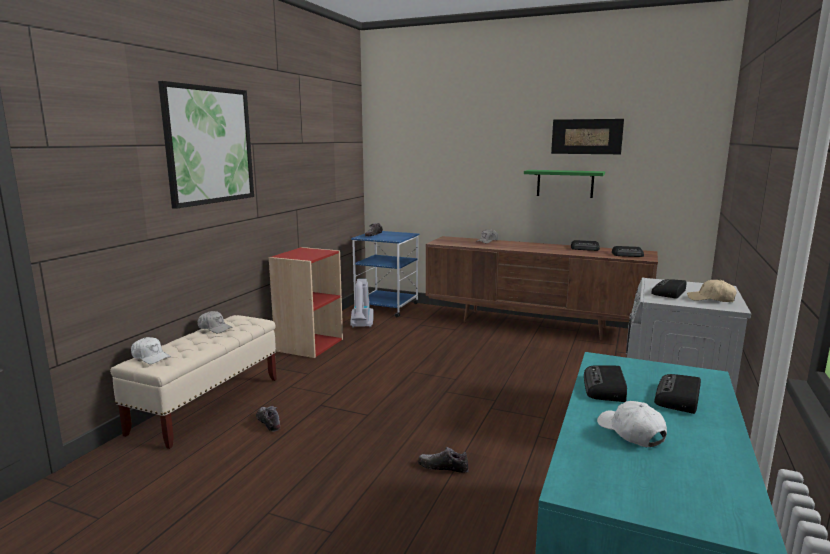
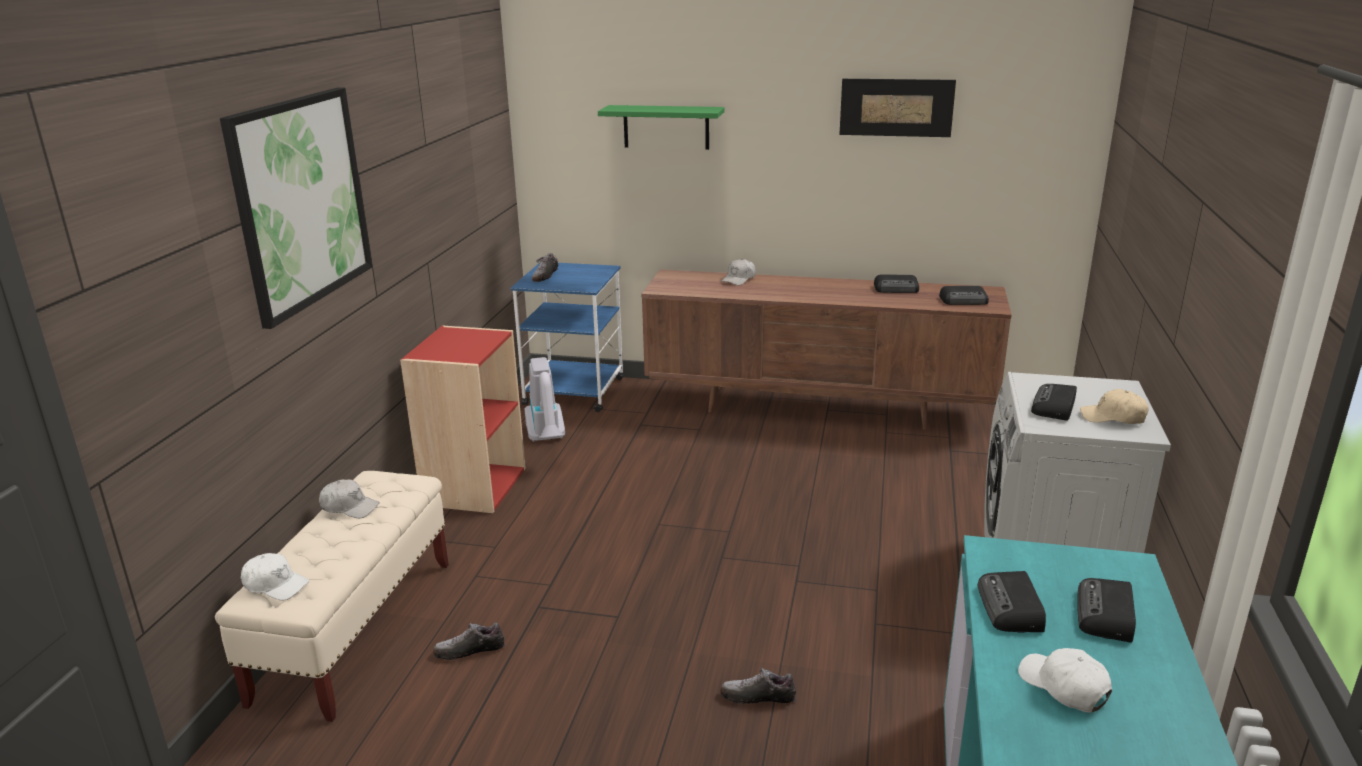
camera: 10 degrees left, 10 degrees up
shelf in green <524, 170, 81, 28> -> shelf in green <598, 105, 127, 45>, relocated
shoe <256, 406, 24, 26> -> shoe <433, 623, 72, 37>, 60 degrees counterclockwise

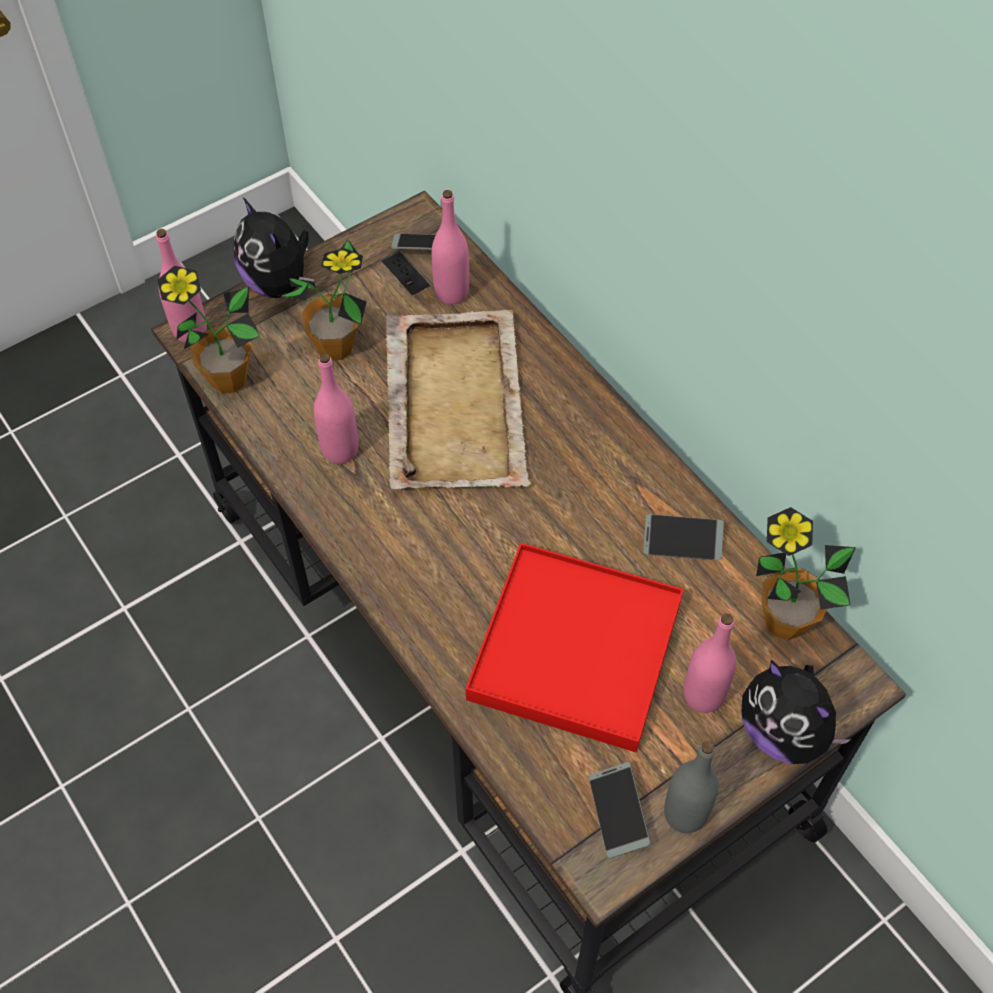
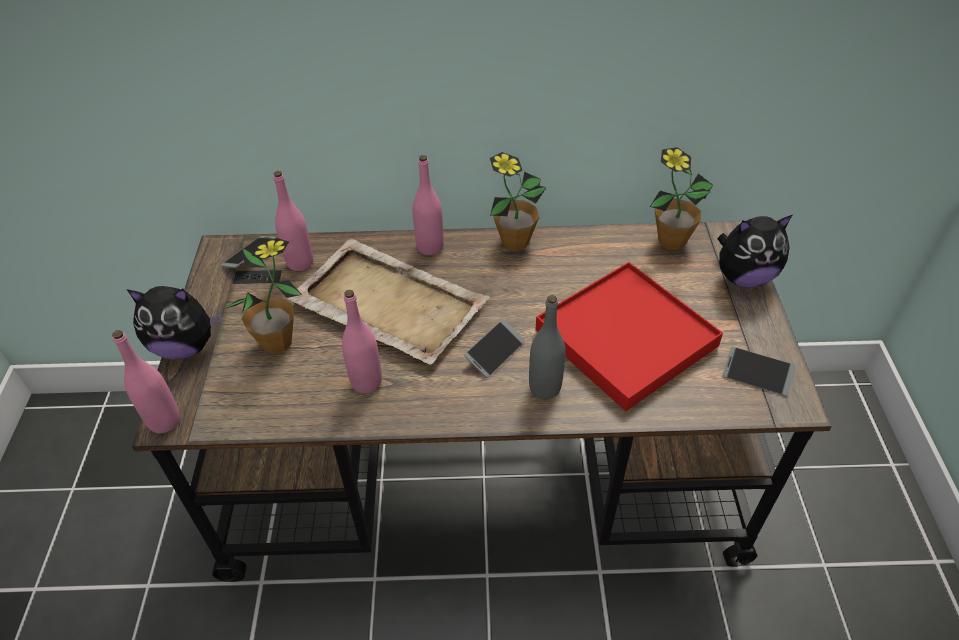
camera: 55 degrees left, 10 degrees down
potted plant <157, 265, 103, 128> -> potted plant <490, 152, 57, 99>, relocated
phone <643, 514, 81, 46> -> phone <464, 319, 61, 59>, relocated
bottle in pink <684, 613, 52, 100> -> bottle in pink <413, 155, 31, 100>, relocated
bottle in grey <664, 741, 55, 92> -> bottle in grey <529, 295, 37, 104>, relocated

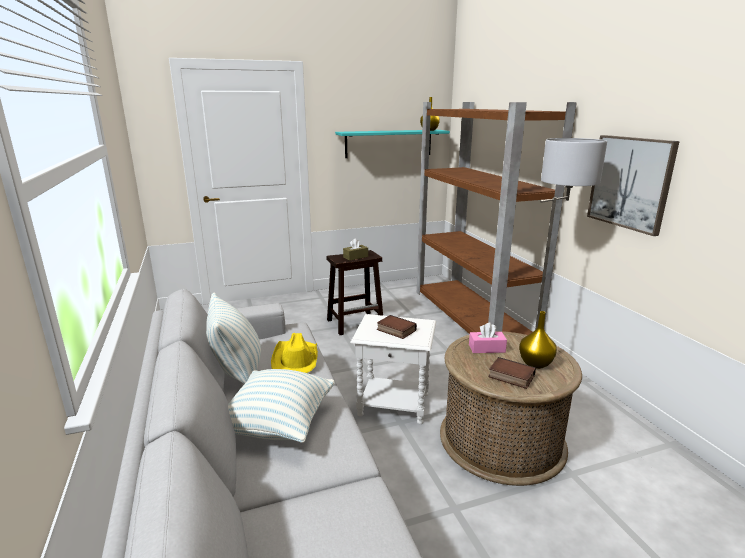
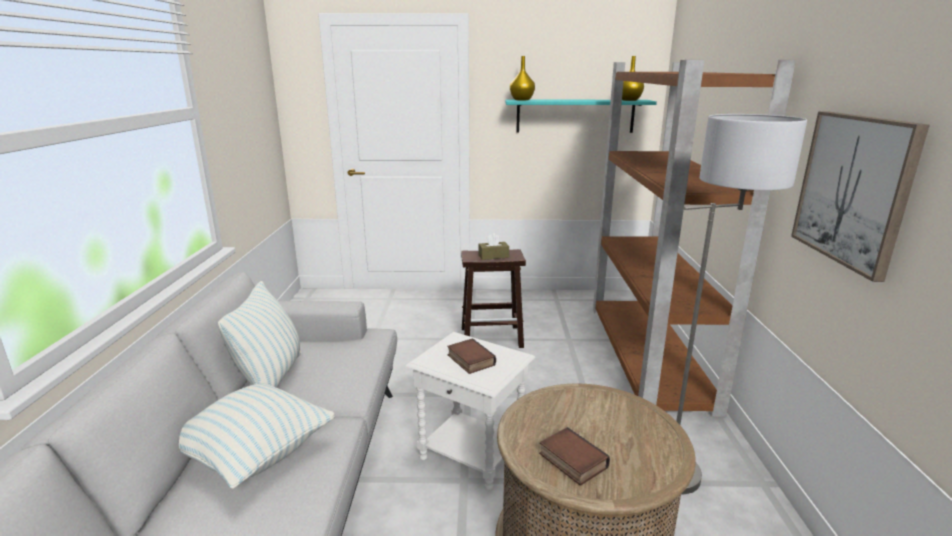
camera: 20 degrees right, 0 degrees up
vase in yellow <519, 311, 38, 58> -> vase in yellow <510, 56, 25, 44>, relocated
tissue box in pink <469, 323, 38, 30> -> none
hat in yellow <271, 333, 47, 40> -> none

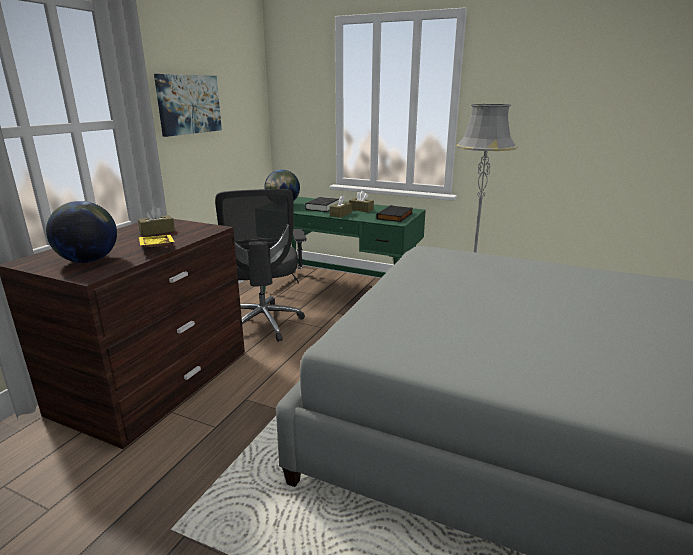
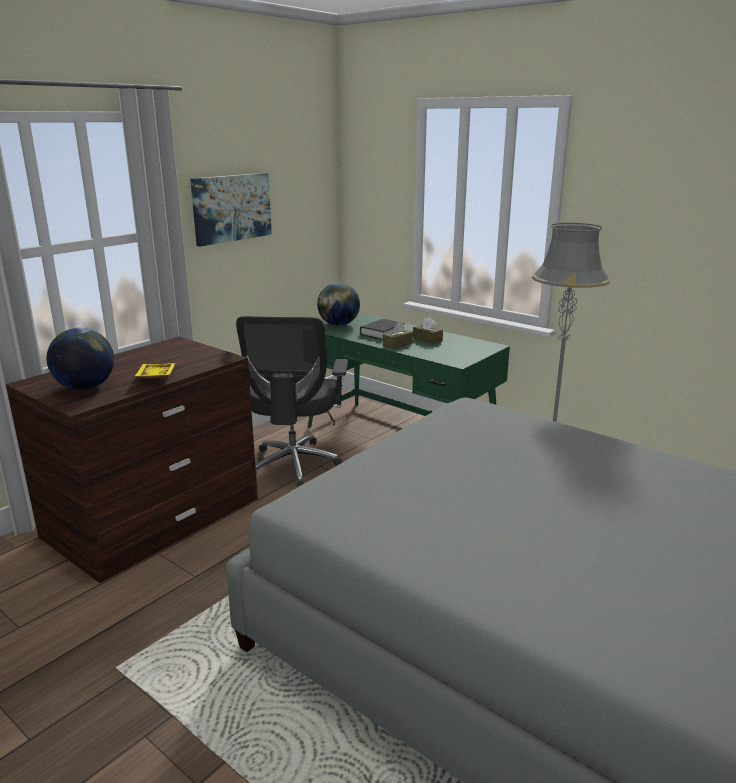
camera: 15 degrees right, 0 degrees up
book in black <376, 205, 37, 17> -> none
tissue box in brown <138, 206, 37, 30> -> none

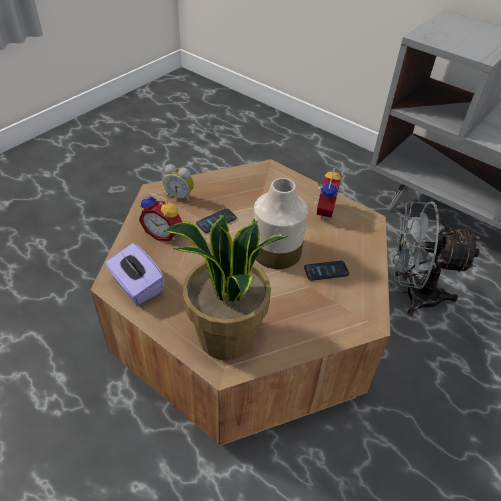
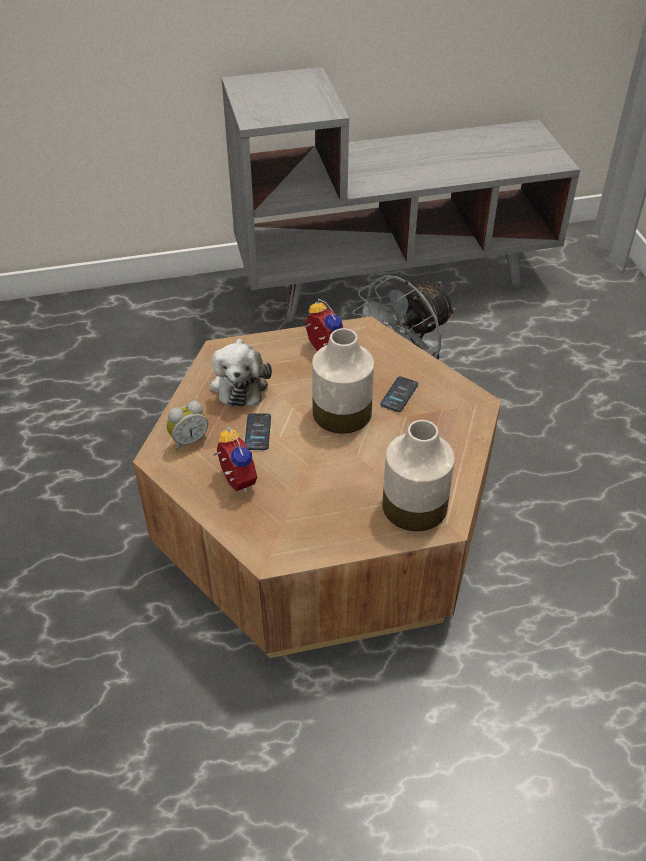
camera: 50 degrees left, 0 degrees up
alarm clock <139, 194, 43, 47> -> alarm clock <213, 427, 44, 65>, 90 degrees counterclockwise
potted plant <163, 215, 125, 145> -> vase in beige <382, 420, 73, 111>
tissue box in purple <105, 243, 59, 62> -> none
none -> plush toy <210, 338, 62, 69>

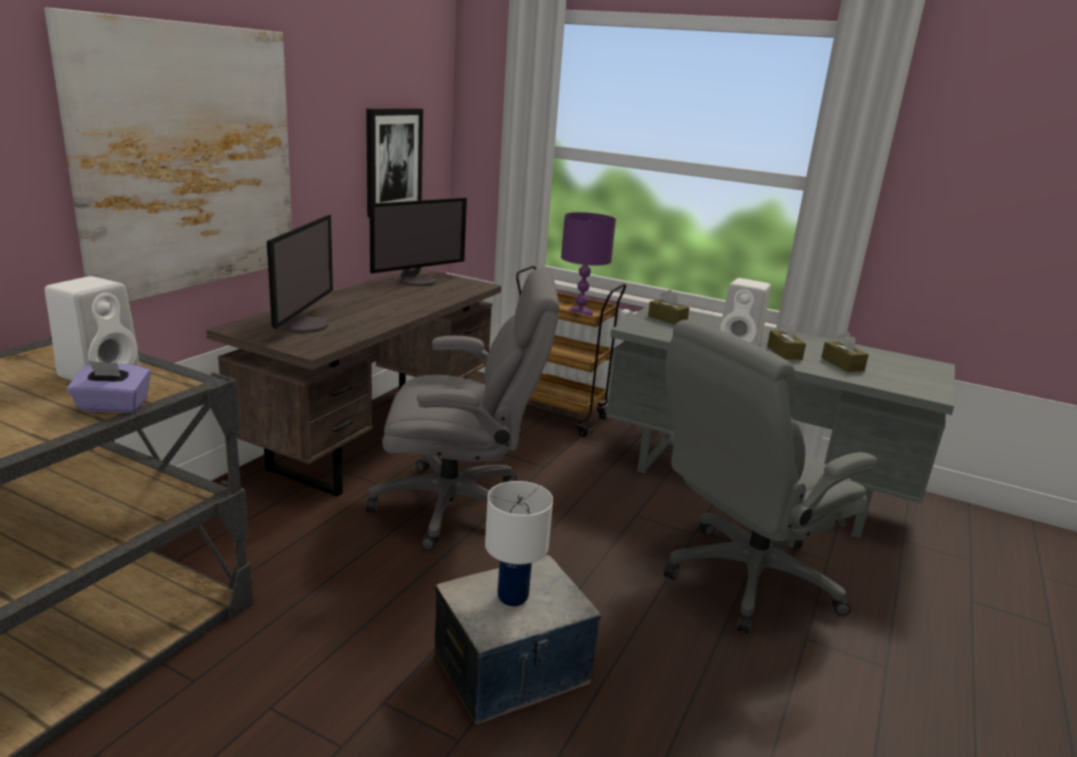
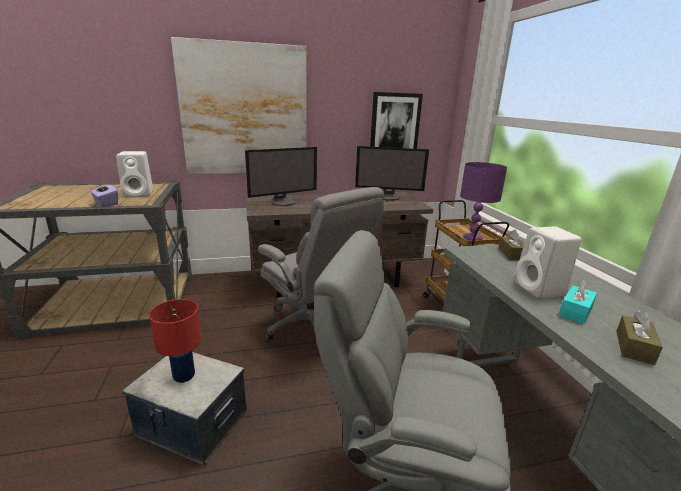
camera: 50 degrees right, 0 degrees up
tissue box in brown <767, 321, 39, 39> -> tissue box in turquoise <559, 279, 38, 45>
table lamp in white <485, 481, 68, 125> -> table lamp in red <149, 299, 53, 84>

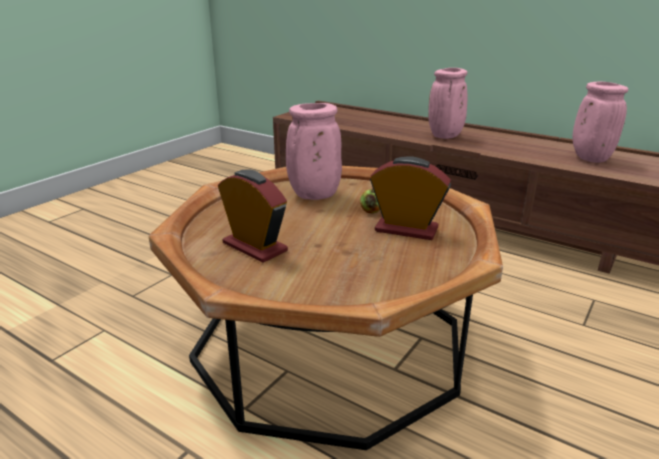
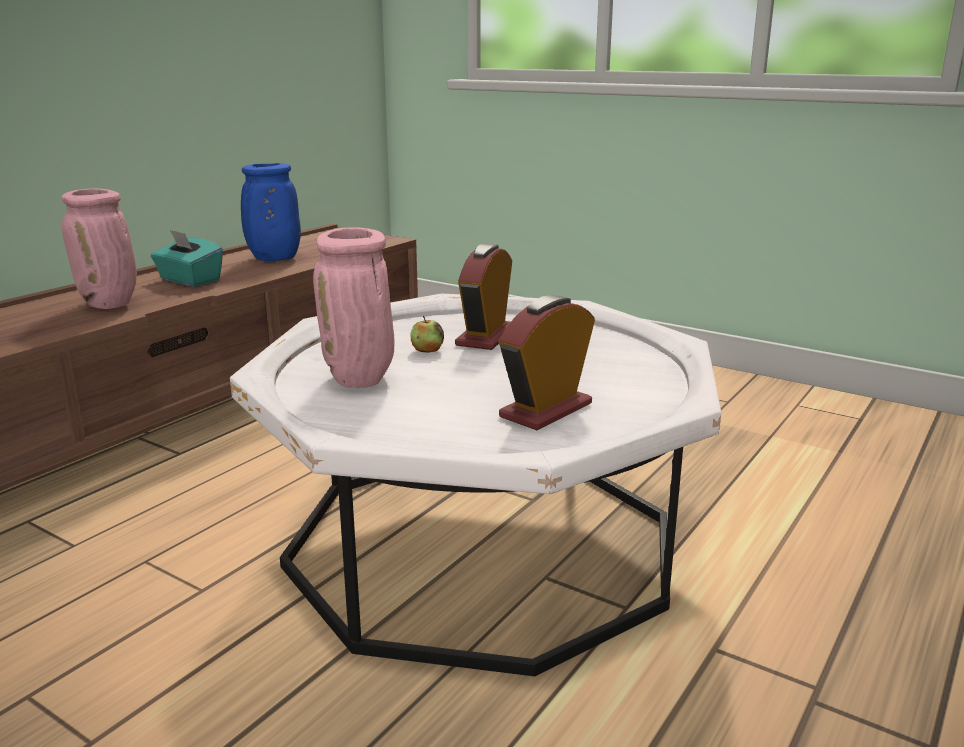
camera: 90 degrees left, 5 degrees down
vase in pink <572, 82, 56, 81> -> vase in blue <241, 163, 60, 98>
coffee table in brown <149, 166, 354, 284> -> coffee table in white <230, 294, 491, 382>
none -> tissue box in turquoise <151, 229, 72, 58>

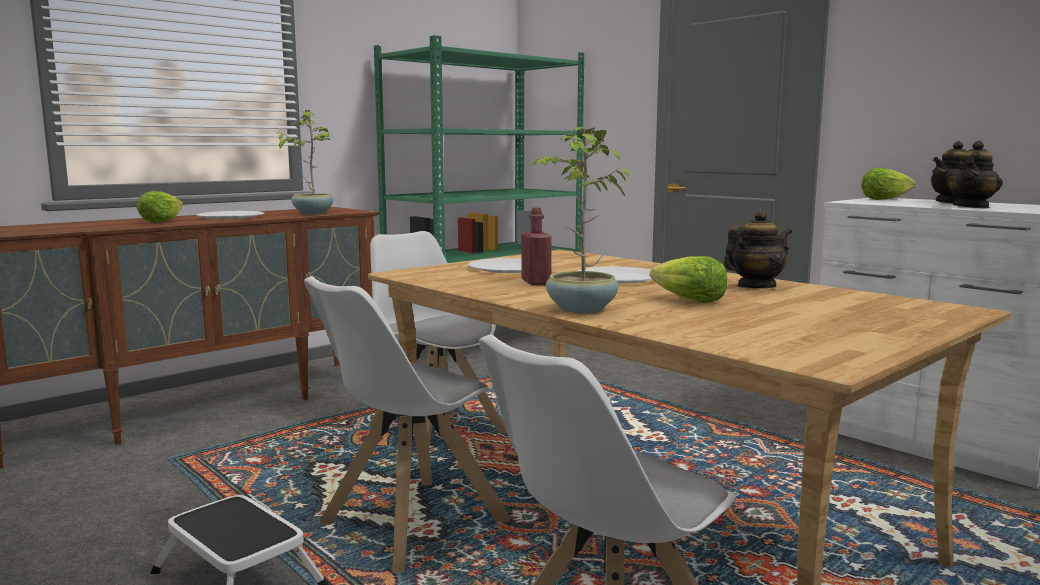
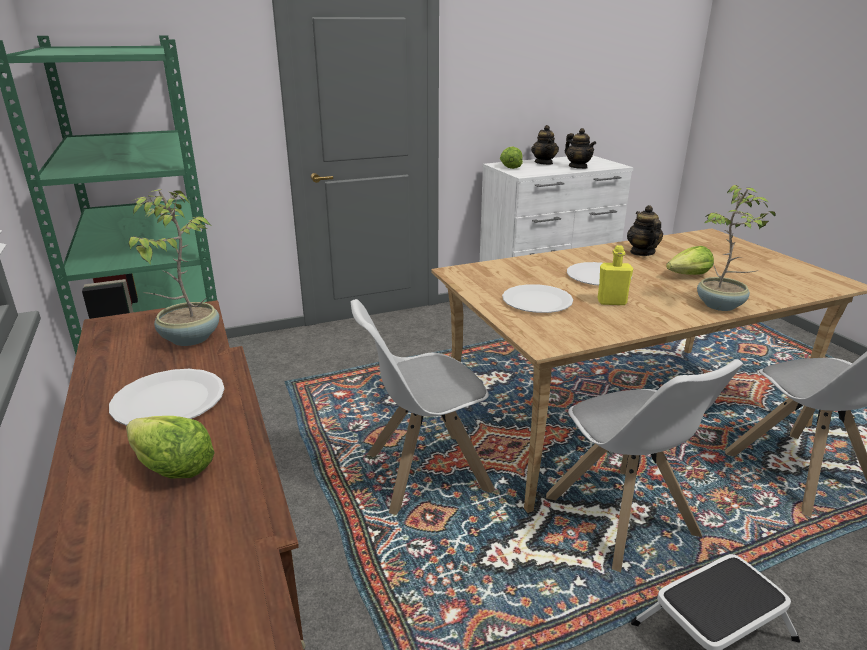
camera: 70 degrees left, 15 degrees up
bottle in red <521, 208, 31, 77> -> bottle in yellow <597, 245, 36, 60>

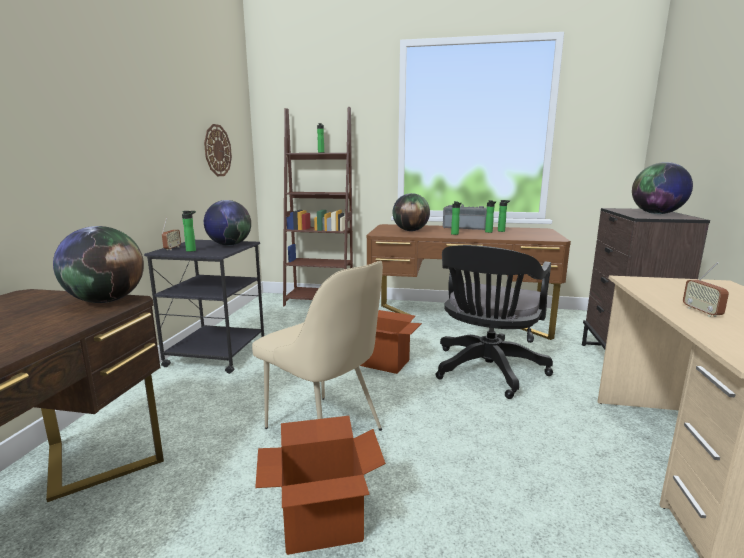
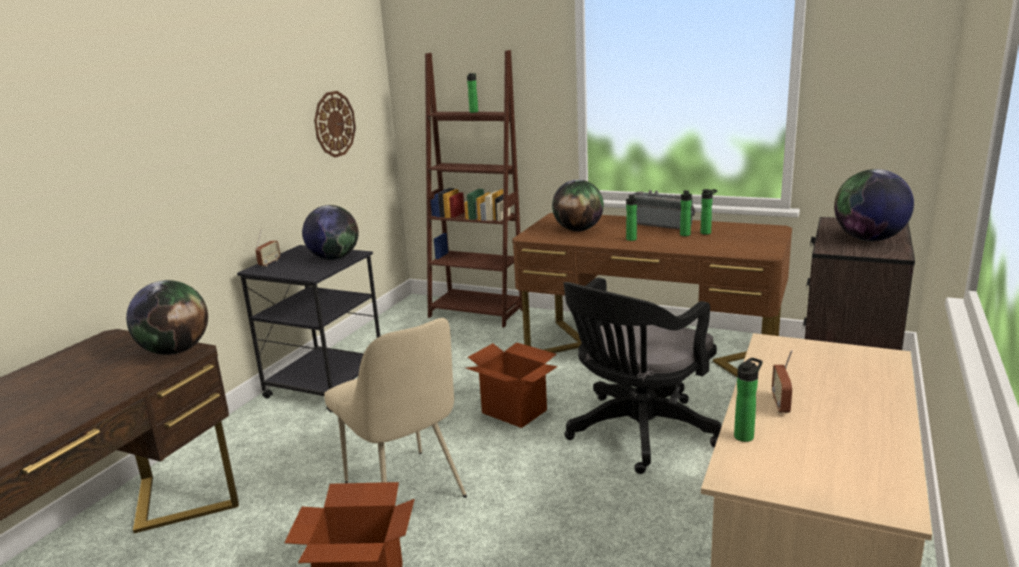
camera: 15 degrees right, 5 degrees up
bottle <182, 211, 14, 41> -> bottle <734, 357, 29, 85>, relocated

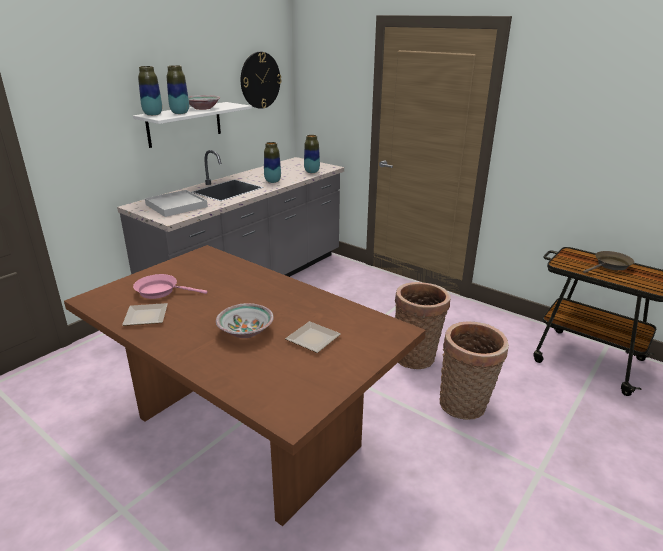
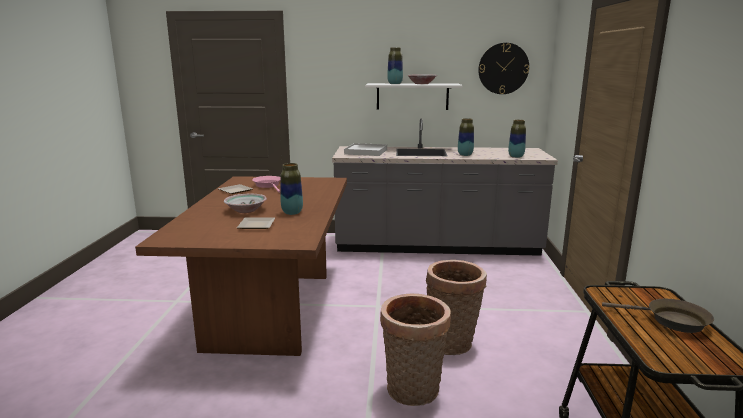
camera: 55 degrees right, 10 degrees down
vase <138, 66, 24, 50> -> vase <280, 163, 23, 52>, relocated

